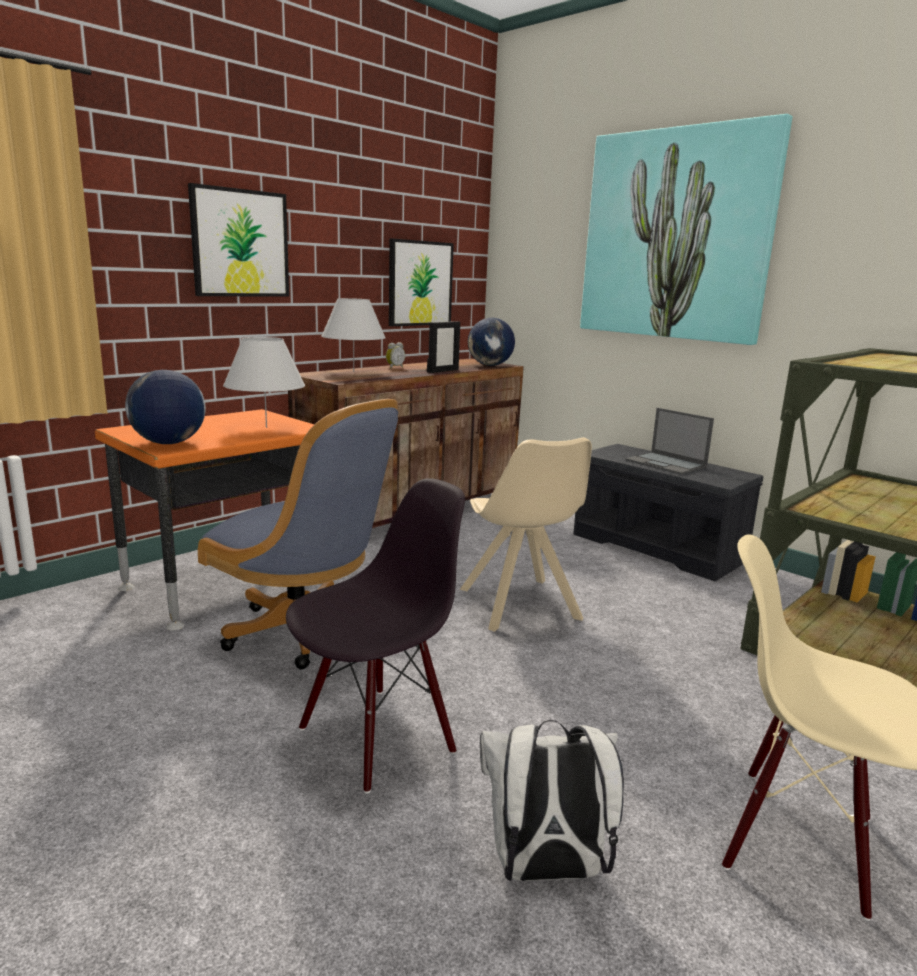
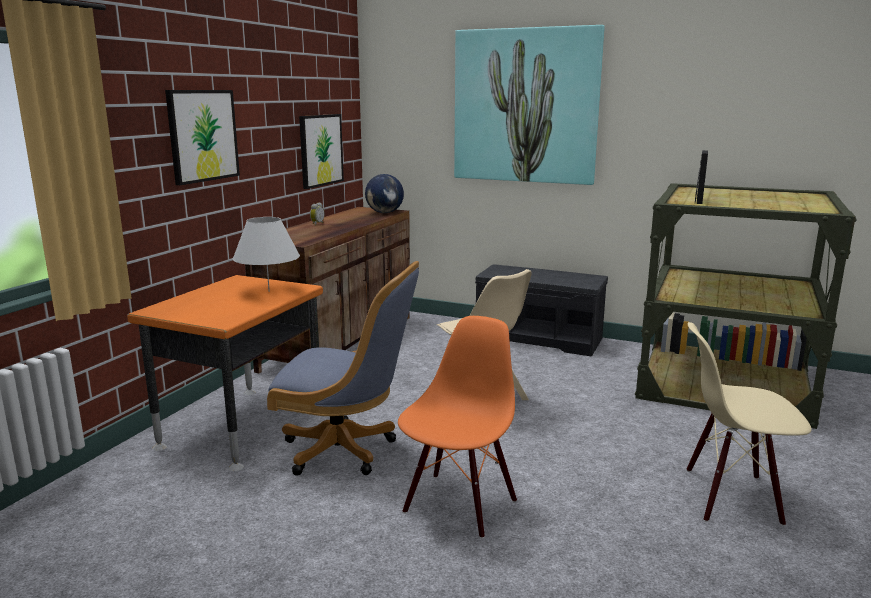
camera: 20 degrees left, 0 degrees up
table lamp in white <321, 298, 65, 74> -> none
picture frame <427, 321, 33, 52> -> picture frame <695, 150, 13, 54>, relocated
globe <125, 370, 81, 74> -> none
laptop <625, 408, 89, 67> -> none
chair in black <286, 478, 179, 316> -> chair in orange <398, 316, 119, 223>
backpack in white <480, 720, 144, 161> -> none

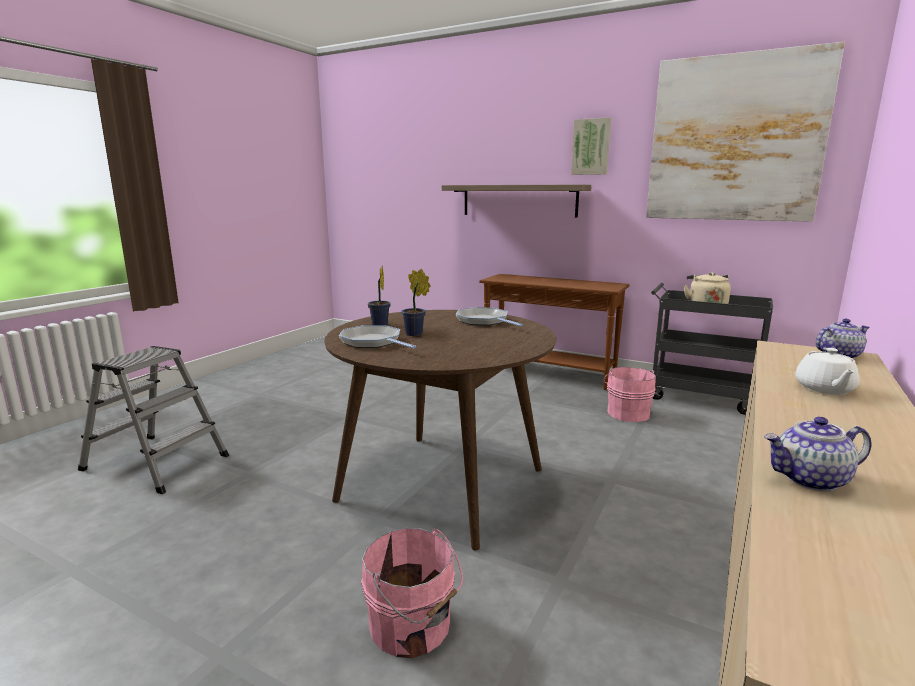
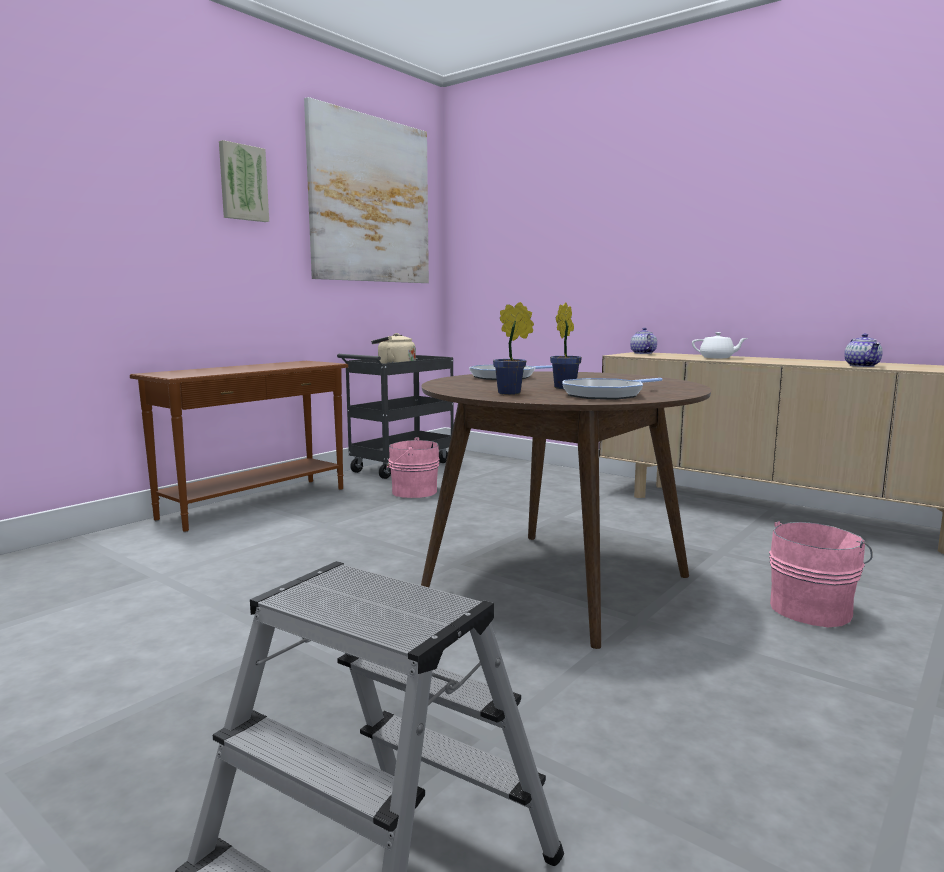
camera: 80 degrees left, 5 degrees down
shelf <442, 184, 149, 34> -> none

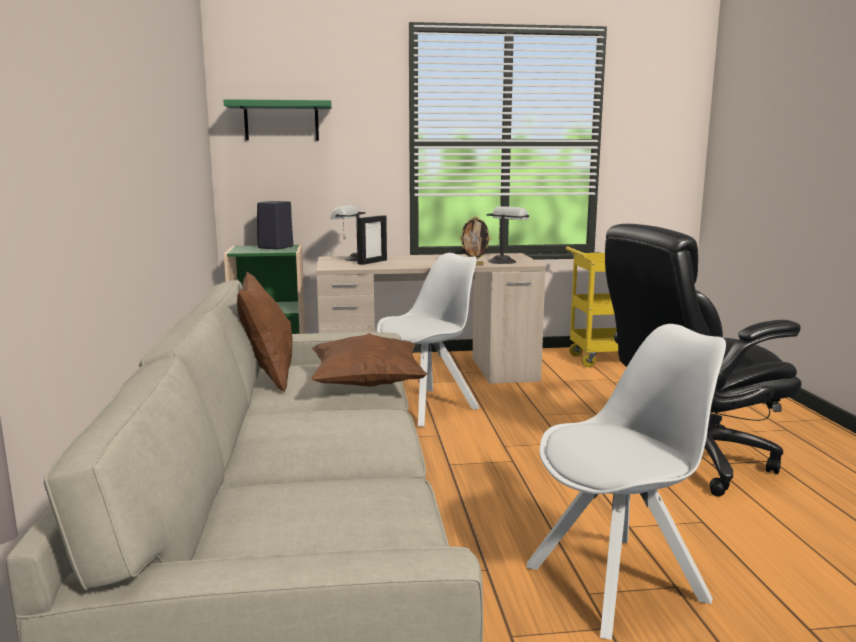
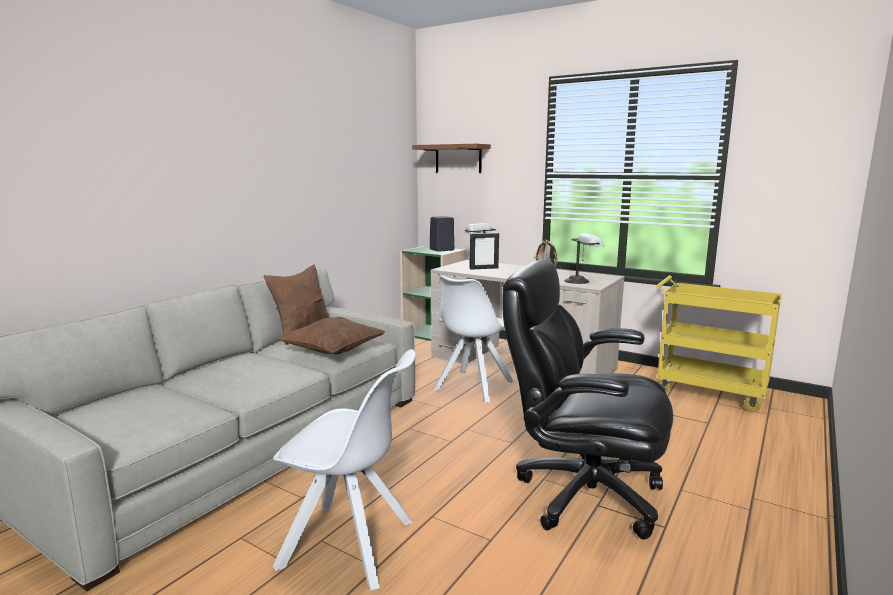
camera: 40 degrees right, 0 degrees up
shelf in green <223, 99, 109, 42> -> shelf in brown <412, 144, 79, 29>
chair in white <377, 253, 103, 174> -> chair in white <433, 276, 81, 127>, 120 degrees clockwise

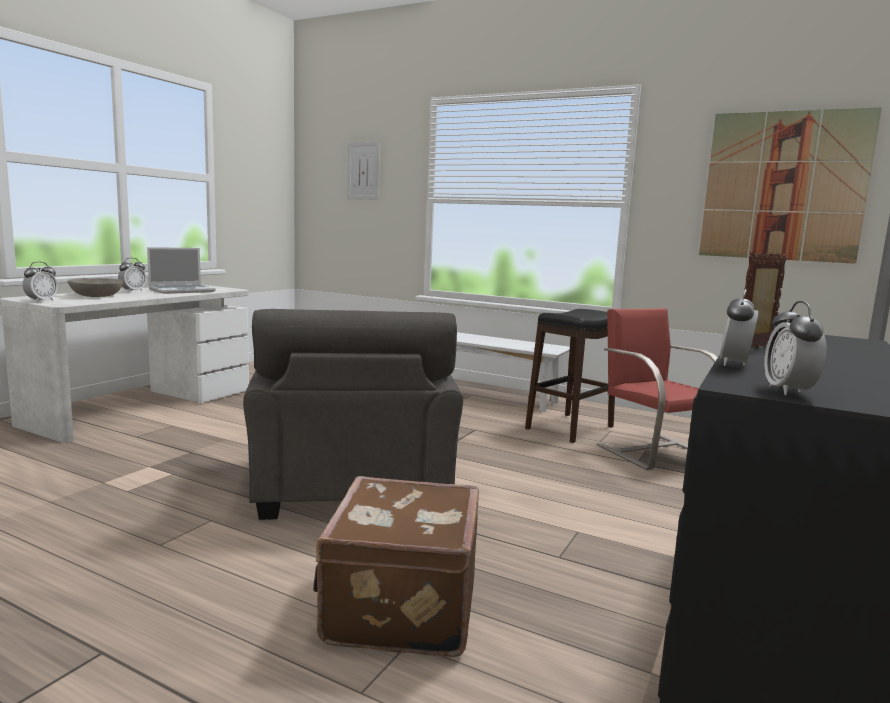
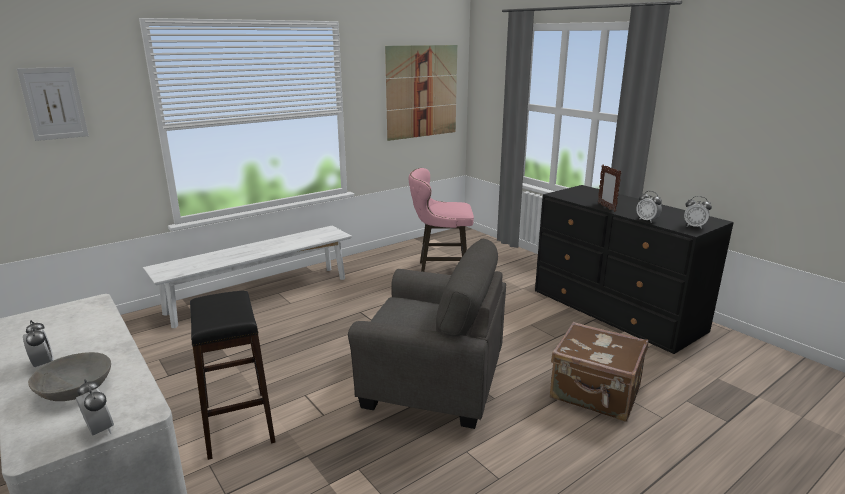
camera: 65 degrees left, 10 degrees up
laptop <147, 247, 68, 47> -> none
chair in red <597, 308, 120, 162> -> stool in pink <409, 168, 65, 104>
stool in black <525, 309, 90, 134> -> stool in black <190, 291, 85, 169>, relocated

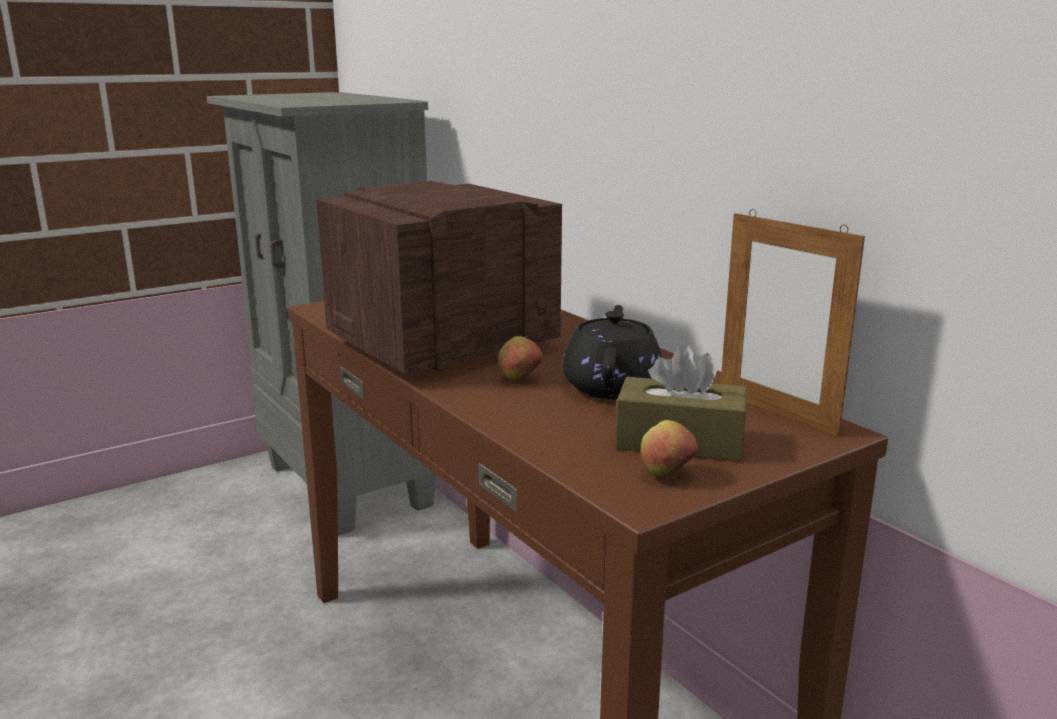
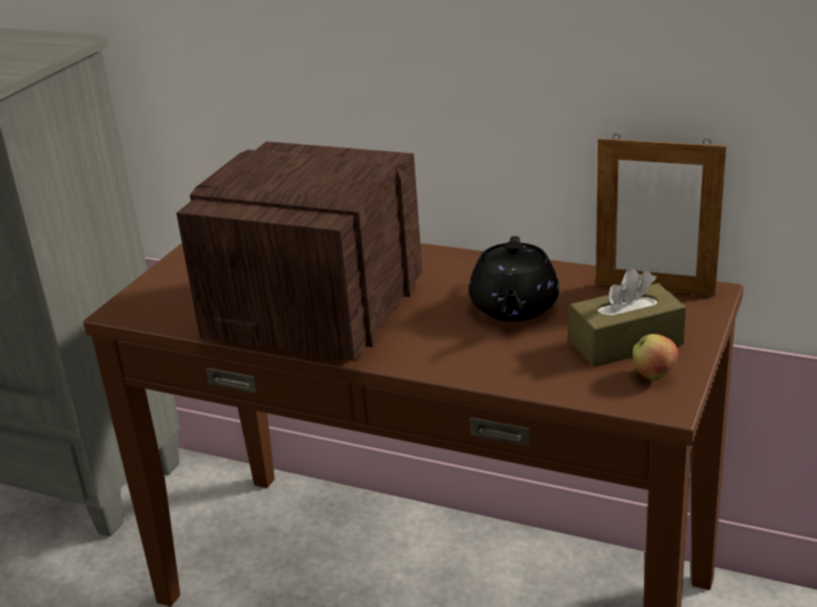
camera: 30 degrees left, 10 degrees up
teapot in black <563, 305, 99, 94> -> teapot in black <469, 236, 90, 85>, 150 degrees counterclockwise
apple <499, 336, 44, 45> -> none

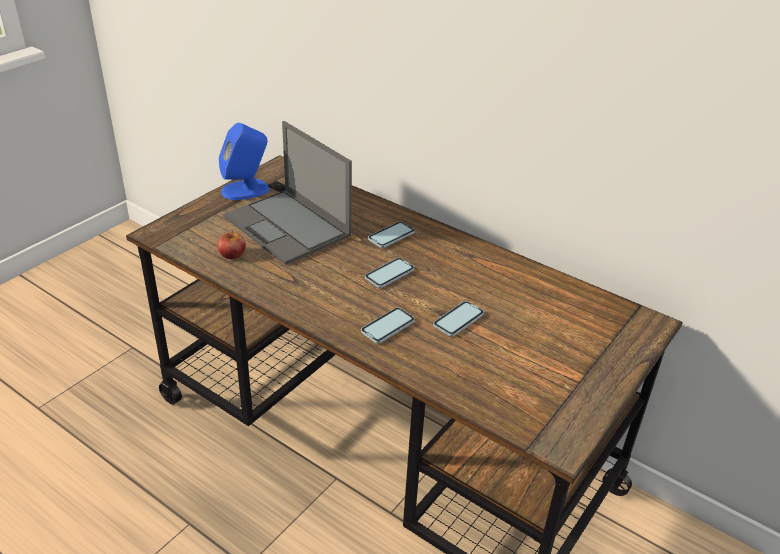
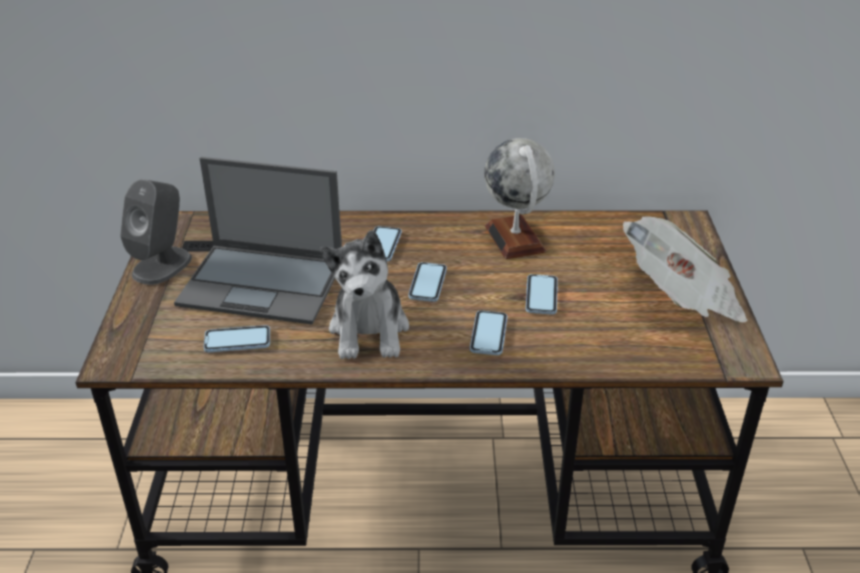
camera: 35 degrees left, 0 degrees up
speaker in blue <219, 123, 50, 77> -> speaker in grey <120, 179, 72, 106>
apple <218, 231, 28, 28> -> phone <203, 325, 67, 28>
none -> globe <484, 138, 71, 121>
none -> newspaper <623, 216, 125, 106>
none -> plush toy <320, 230, 89, 129>

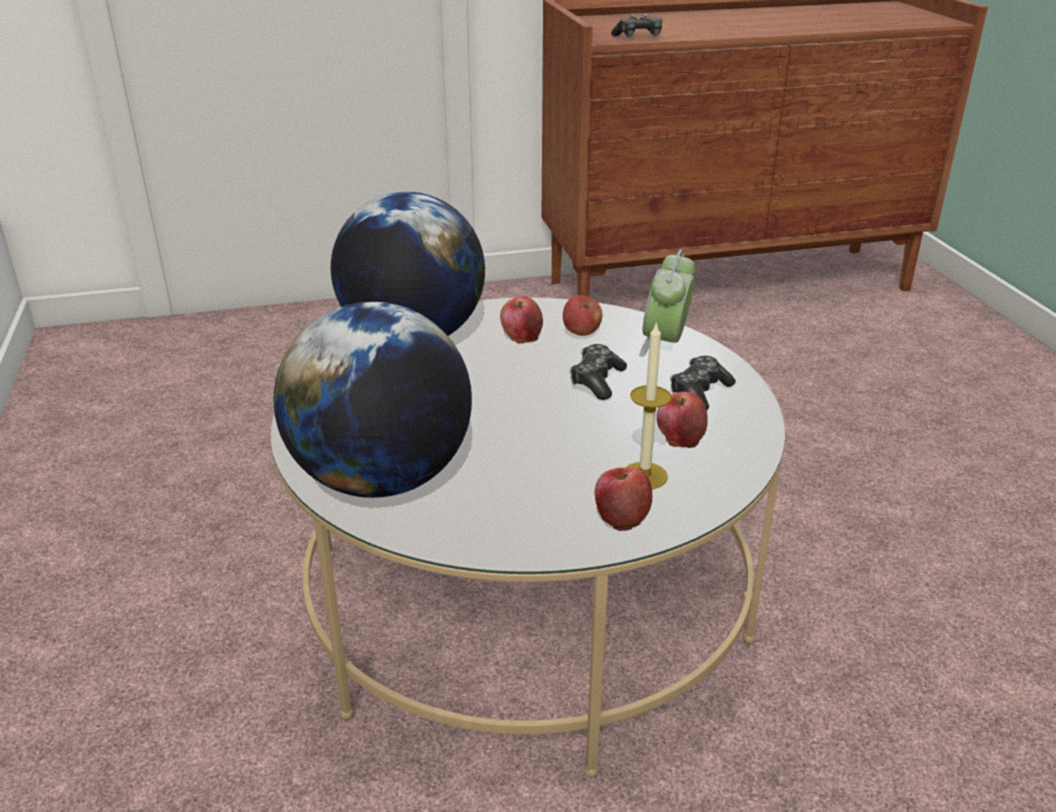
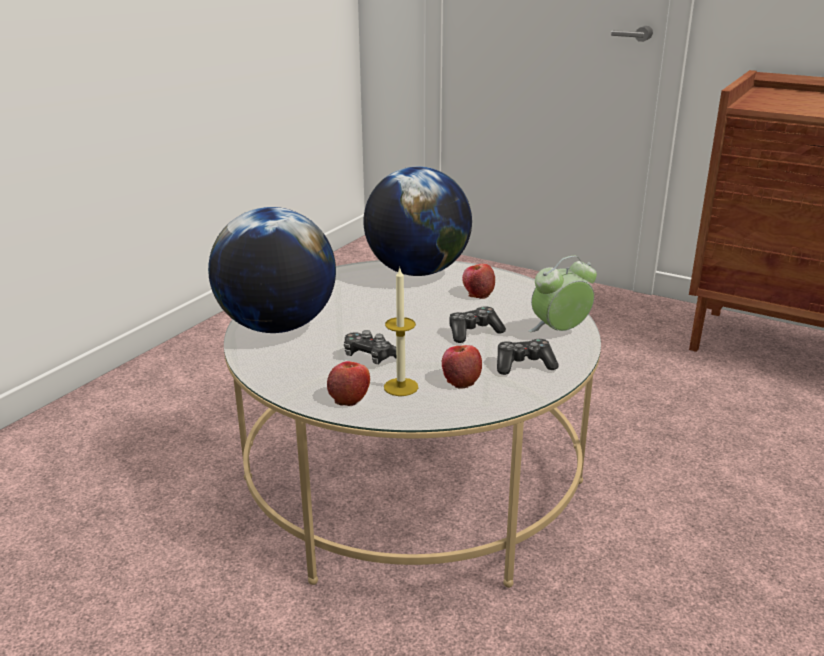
camera: 45 degrees right, 5 degrees down
game controller <611, 14, 51, 23> -> game controller <344, 330, 52, 34>, relocated
apple <563, 295, 40, 41> -> none

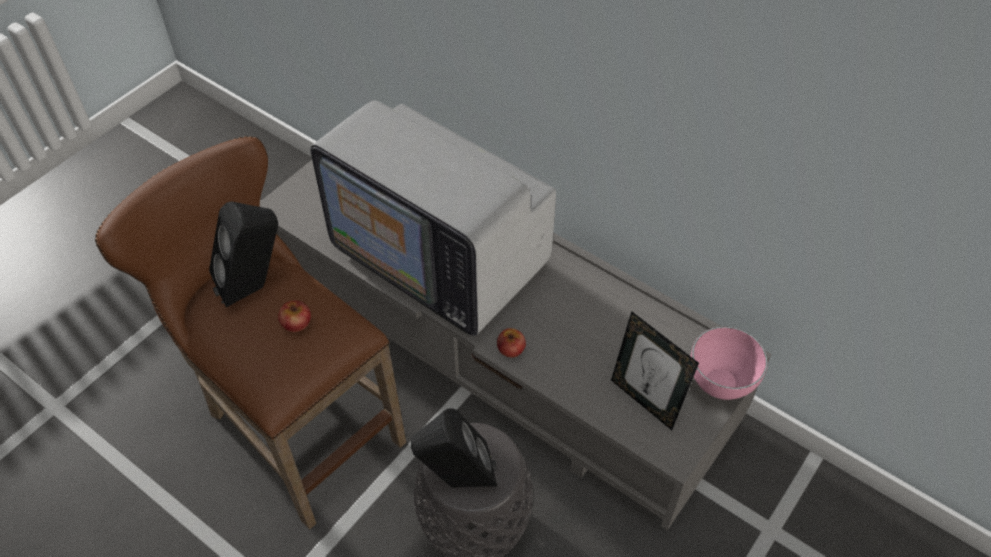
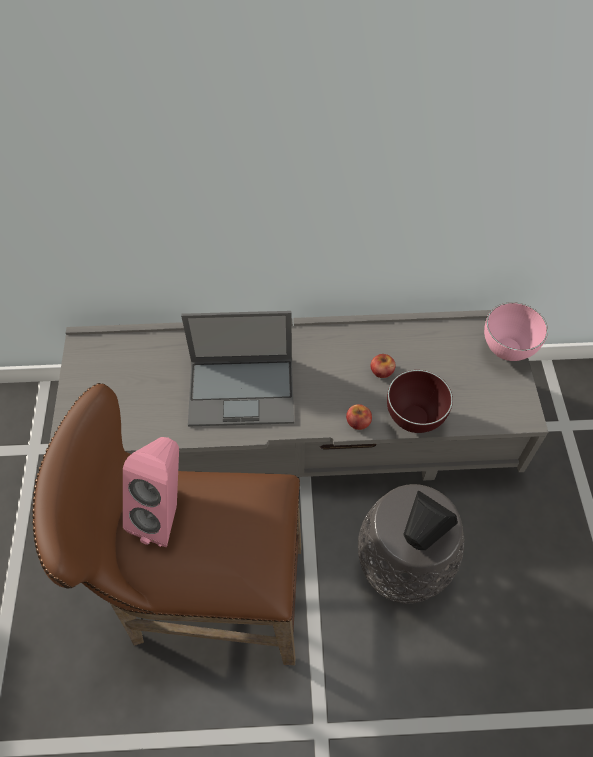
camera: 40 degrees left, 5 degrees up
television <310, 100, 246, 236> -> laptop <181, 311, 113, 115>
speaker in black <209, 201, 69, 107> -> speaker in pink <123, 437, 56, 110>
apple <278, 300, 33, 32> -> apple <370, 354, 26, 24>, relocated
picture frame <611, 311, 88, 119> -> none
none -> bowl in brown <387, 370, 66, 63>

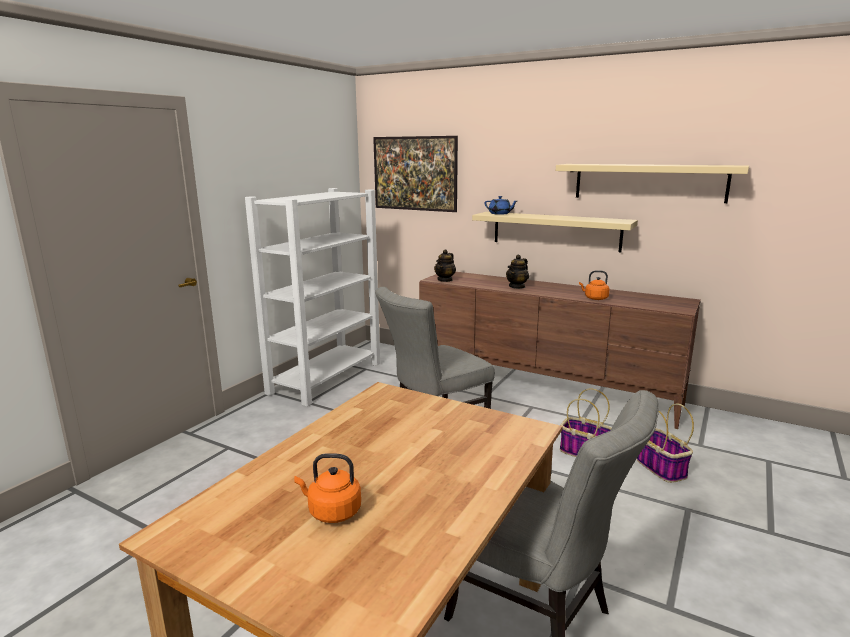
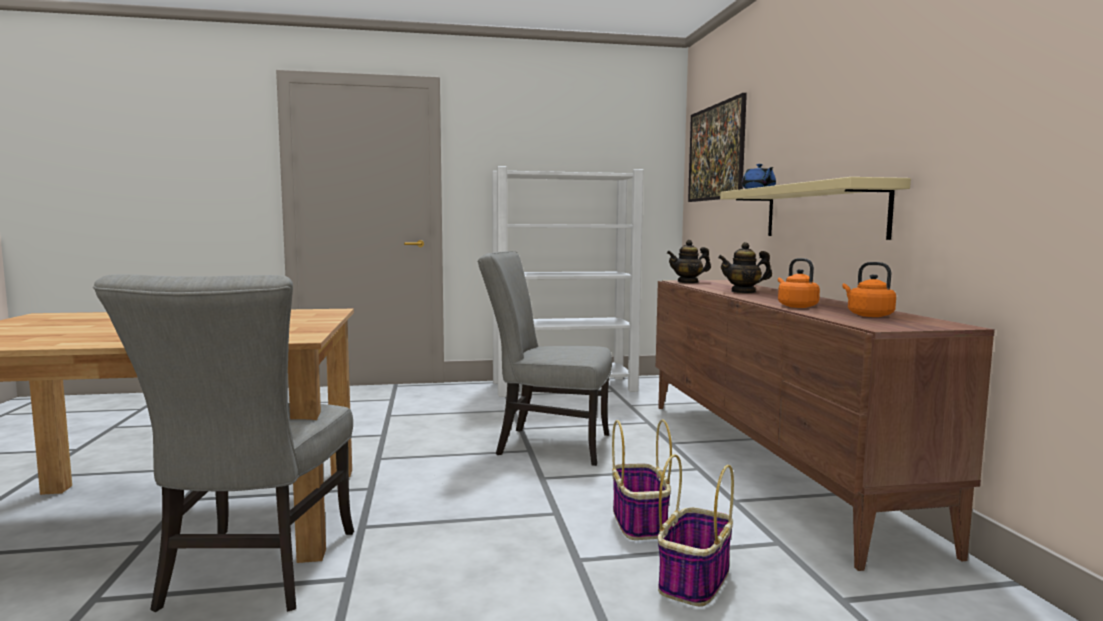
camera: 50 degrees right, 10 degrees down
shelf in beige <556, 164, 193, 39> -> none
kettle in orange <294, 453, 67, 70> -> kettle in orange <842, 262, 54, 55>, relocated

